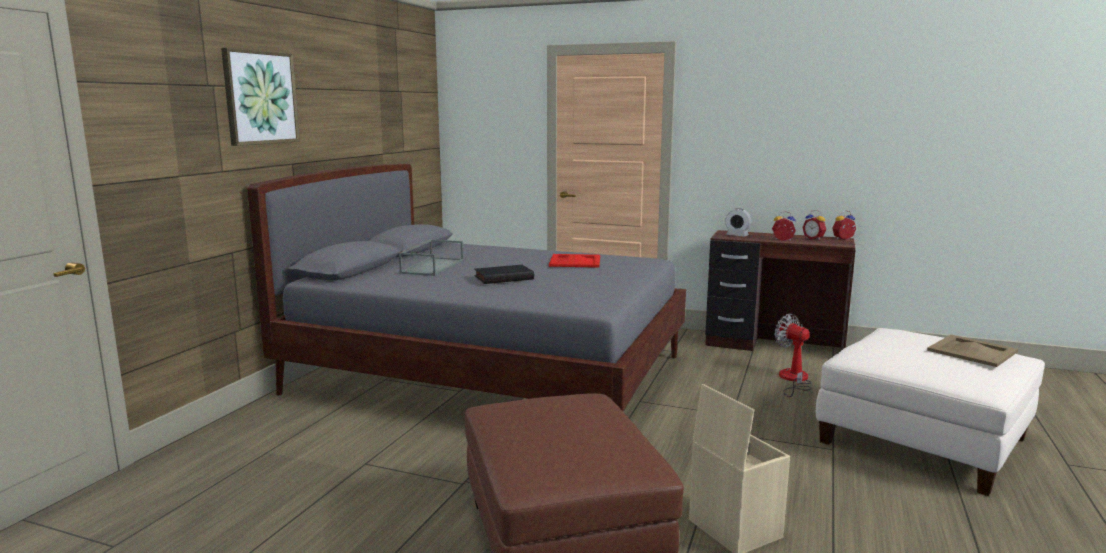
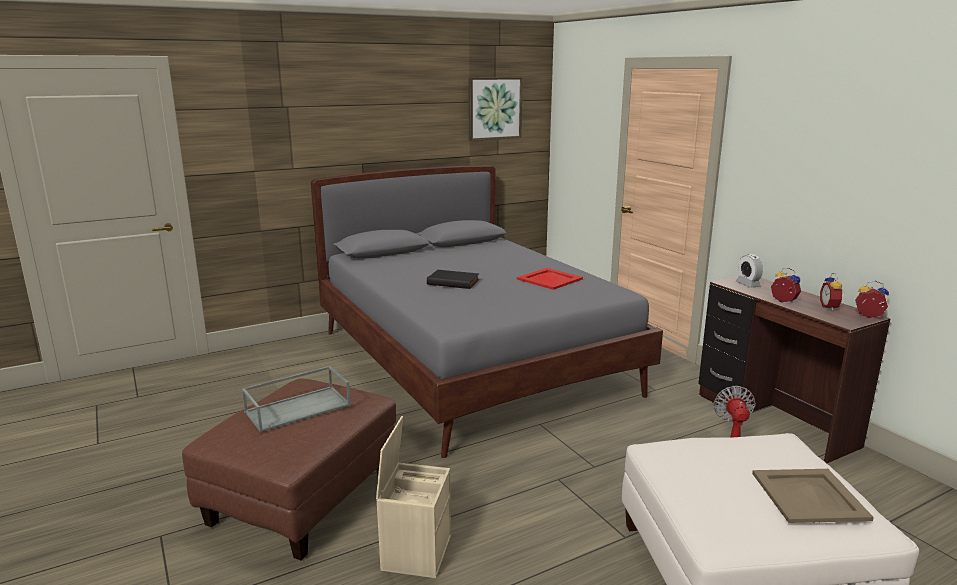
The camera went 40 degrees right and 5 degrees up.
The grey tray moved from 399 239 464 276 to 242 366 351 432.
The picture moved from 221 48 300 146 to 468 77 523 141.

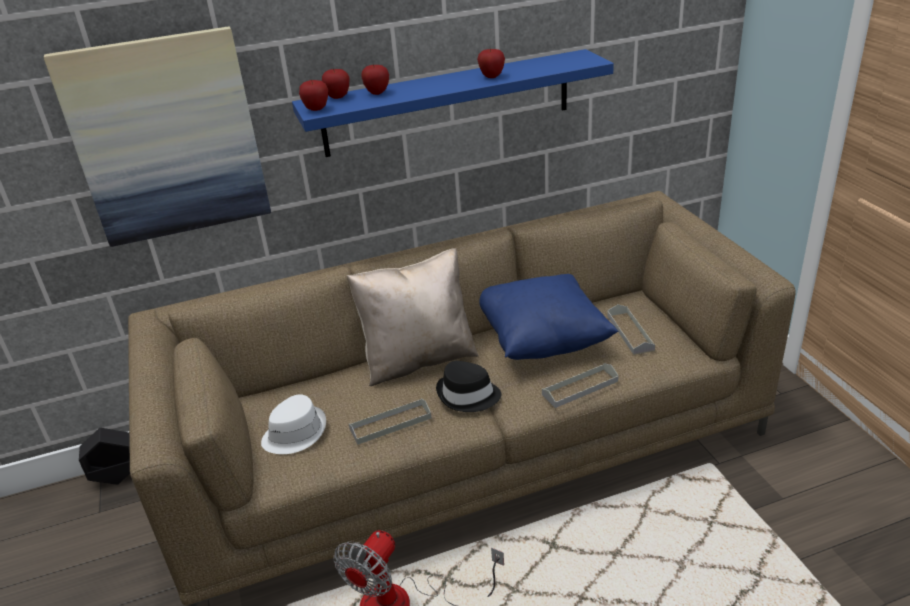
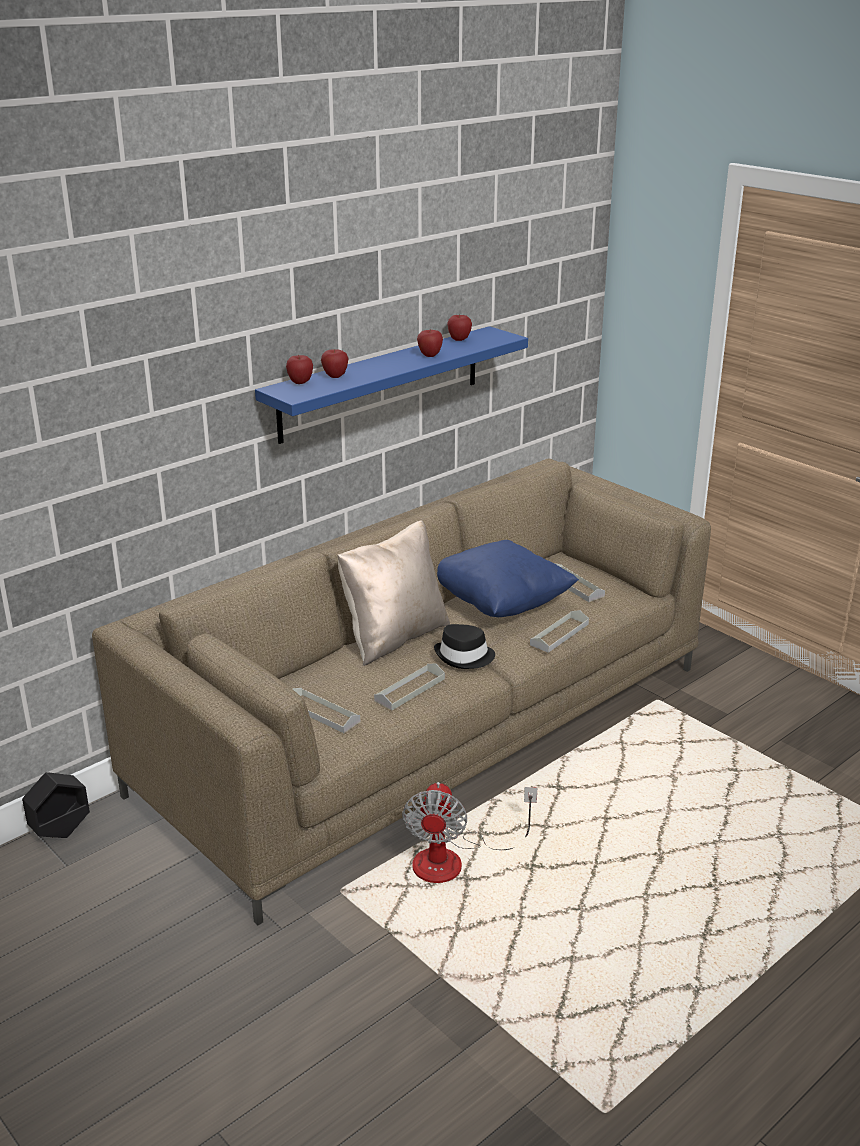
The camera went 25 degrees left and 5 degrees down.
The white hat at 261 394 326 454 was replaced by the grey tray at 293 688 361 733.
The apple moved from 299 80 328 111 to 447 314 472 341.
The picture at 44 27 271 247 disappeared.

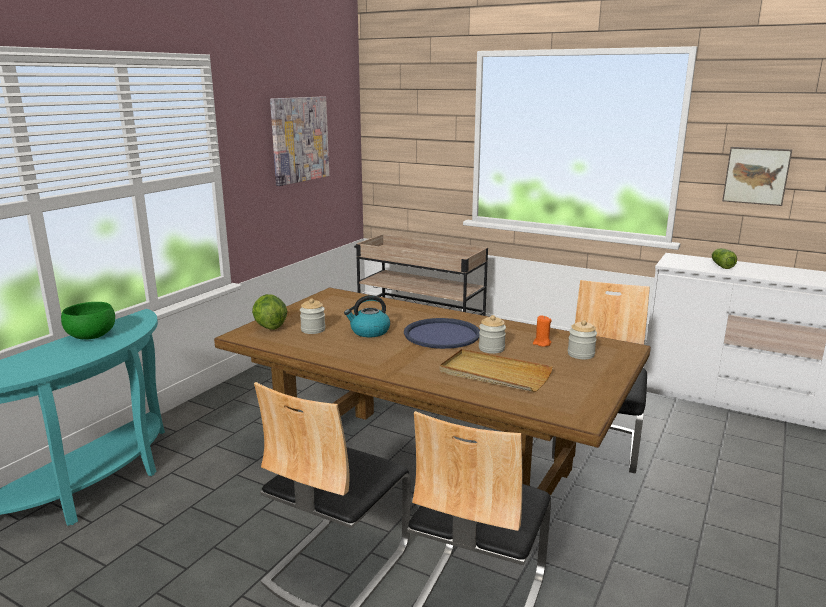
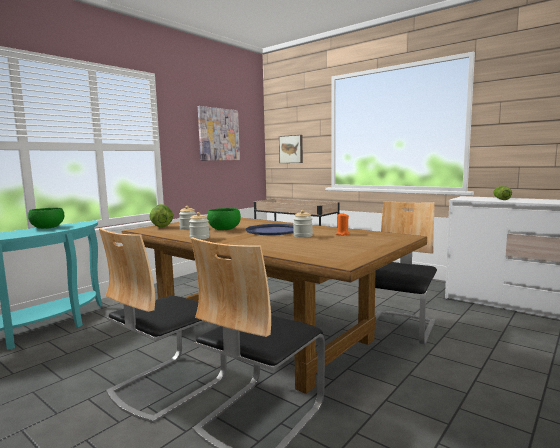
The camera went 10 degrees right and 10 degrees down.
The jar moved from 568 320 597 359 to 189 212 210 240.
The kettle at 344 295 390 337 was replaced by the green bowl at 207 208 241 230.
The picture moved from 722 147 792 206 to 279 135 303 163.
The beige tray at 440 349 553 392 disappeared.

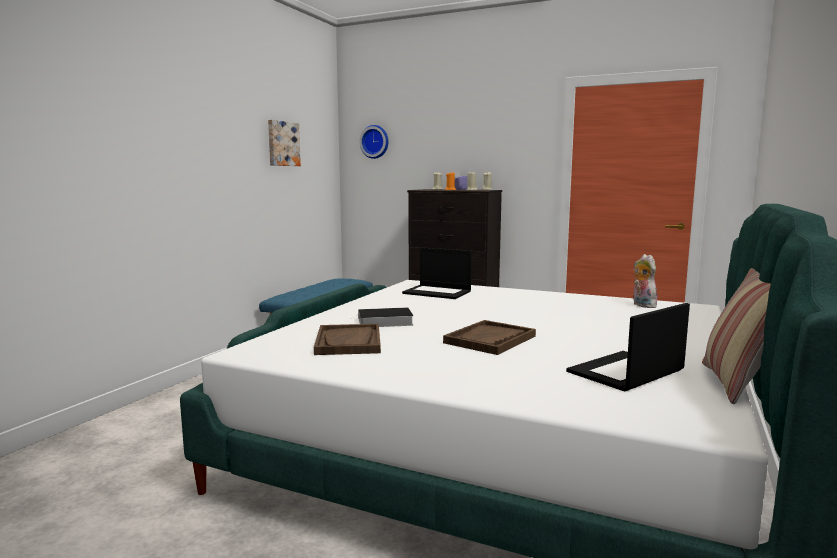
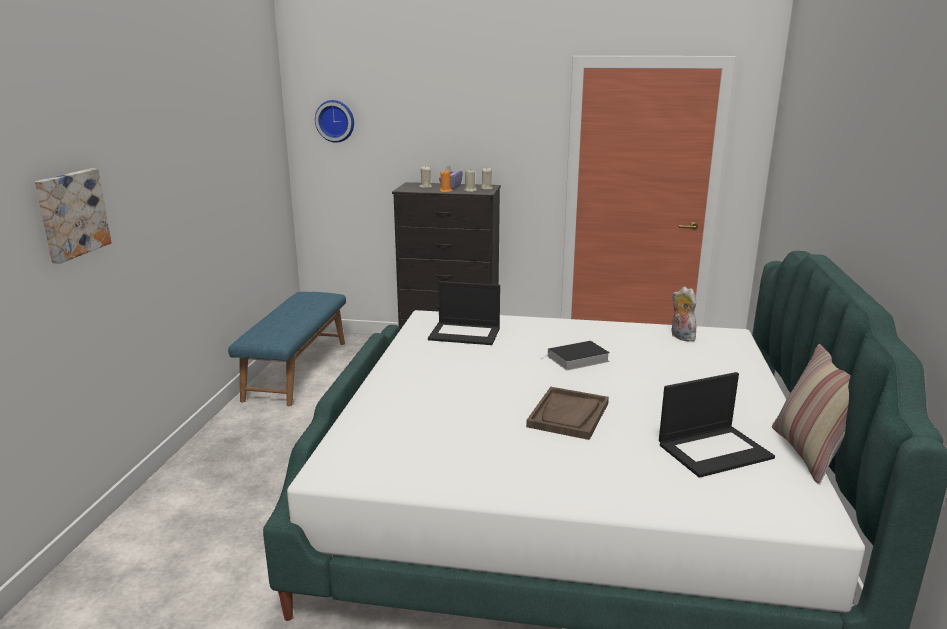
The camera went 15 degrees left and 10 degrees up.
The picture moved from 268 120 301 166 to 35 169 112 263.
The book moved from 350 307 413 327 to 541 341 610 370.
The laptop at 566 303 690 392 turned 150 degrees counterclockwise.
The brown tray at 314 324 381 355 disappeared.

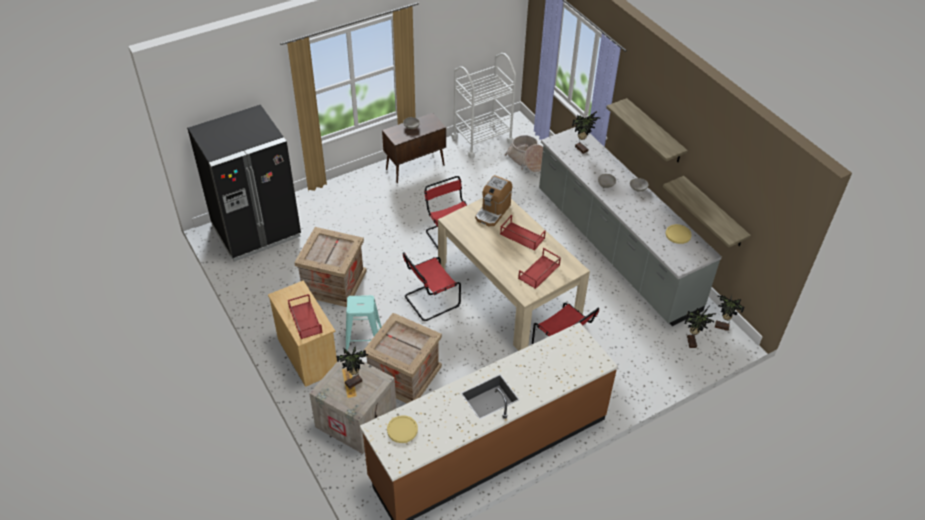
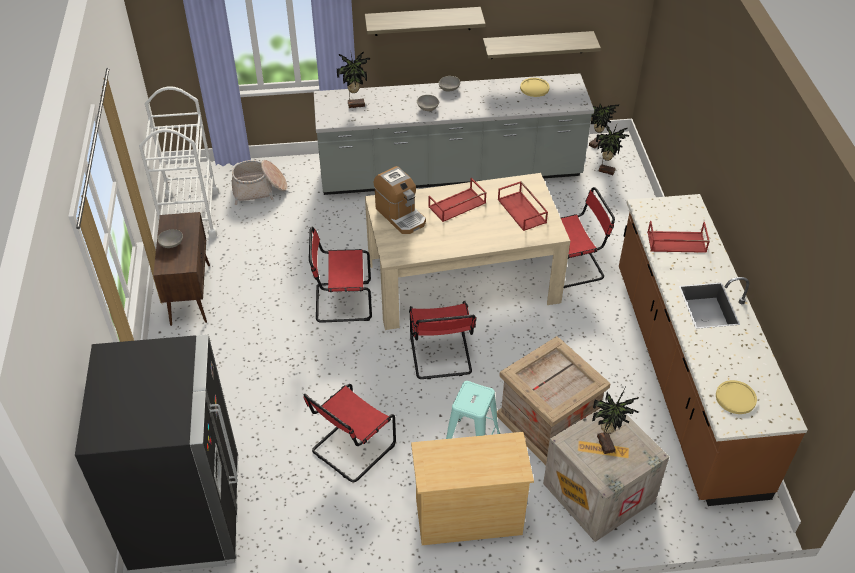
The camera went 65 degrees left and 0 degrees up.
The crate at 294 227 367 307 was replaced by the red chair at 303 384 396 482.
The red tray moved from 288 294 323 339 to 647 221 710 253.

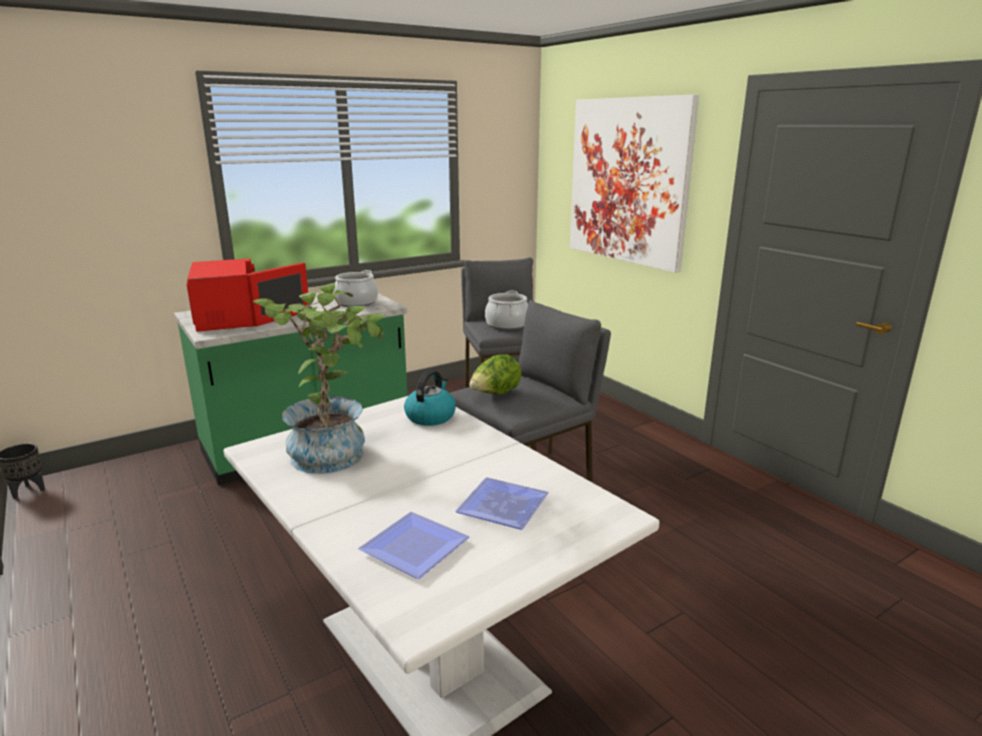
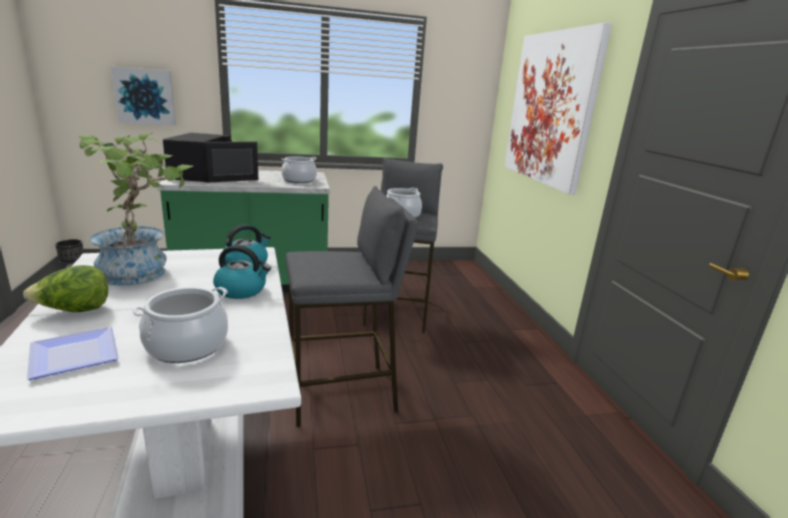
The camera went 20 degrees right and 0 degrees up.
The lettuce moved from 469 354 521 394 to 23 265 108 312.
The picture at 111 67 176 126 appeared.
The plate at 455 477 549 530 was replaced by the cooking pot at 132 287 228 363.
The red microwave at 186 258 310 332 became the black microwave at 163 133 258 183.
The kettle at 213 245 271 299 appeared.

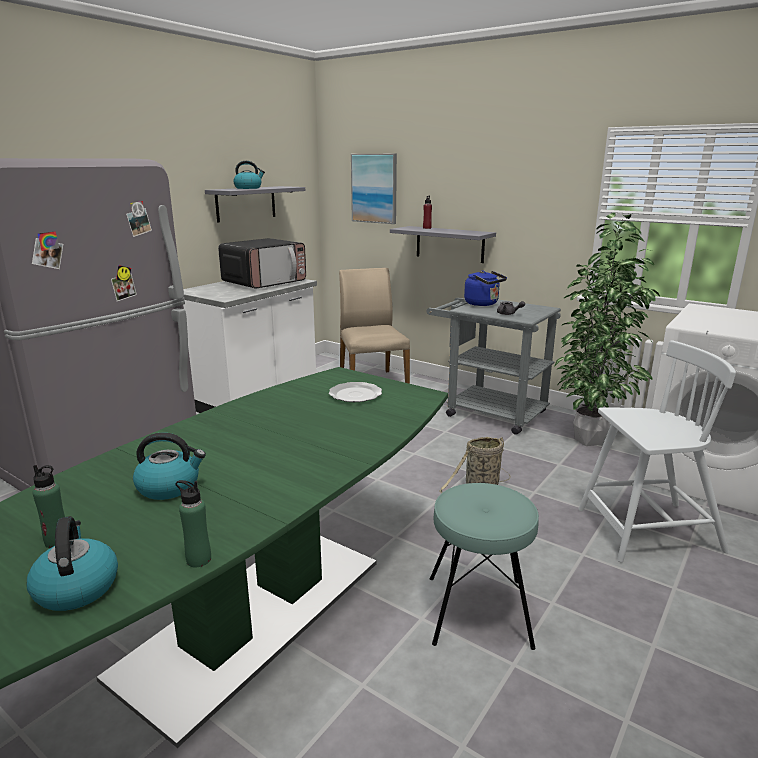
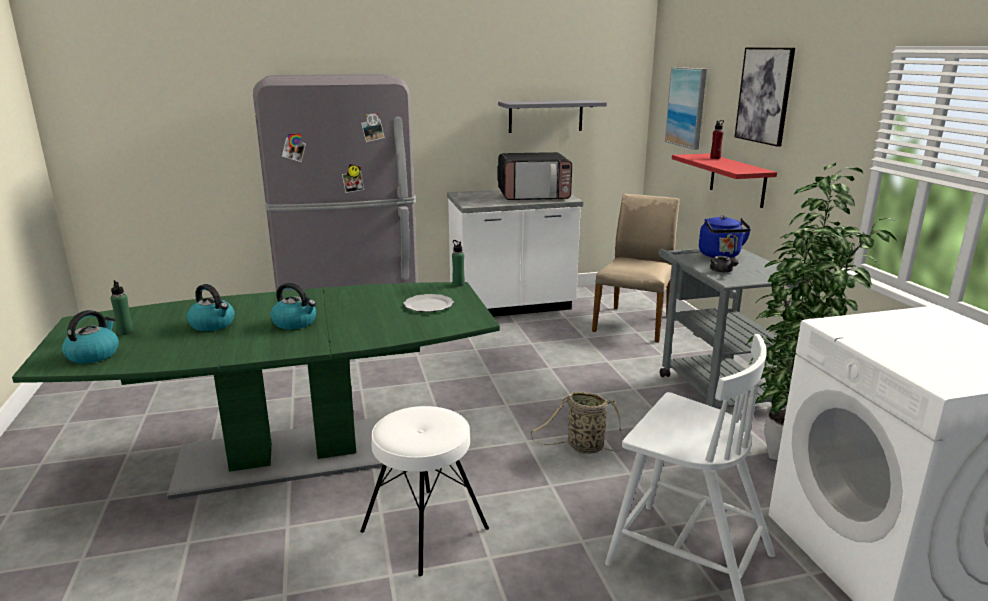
The camera went 40 degrees right and 0 degrees up.
The kettle moved from 233 161 265 189 to 270 283 316 329.
The turquoise stool at 430 483 539 650 became the white stool at 360 406 489 576.
The green bottle moved from 176 480 211 567 to 452 240 465 286.
The grey shelf at 390 226 496 263 became the red shelf at 672 153 777 208.
The picture at 735 48 795 147 appeared.

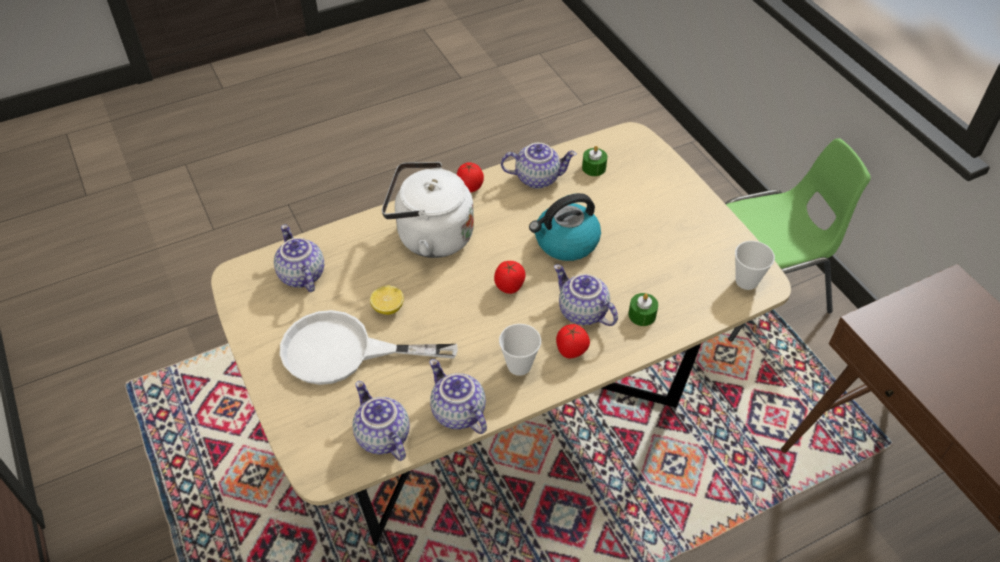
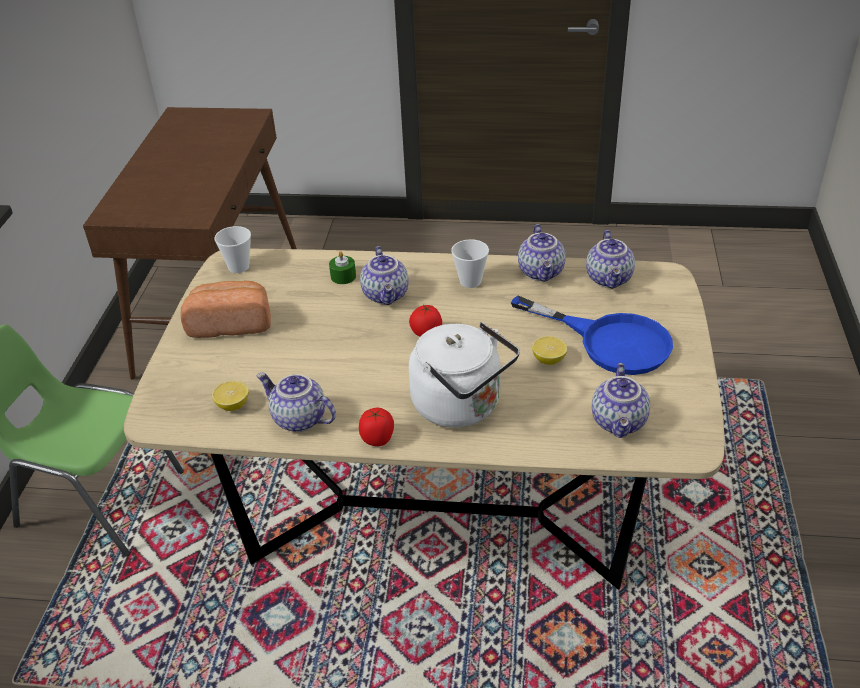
The camera went 145 degrees left and 10 degrees down.
The bread at 181 281 271 338 appeared.
The green candle at 582 146 607 176 was replaced by the lemon at 212 381 249 411.
The white frying pan at 280 310 458 385 became the blue frying pan at 511 296 673 375.
The kettle at 529 193 601 261 disappeared.
The tomato at 556 324 590 358 disappeared.

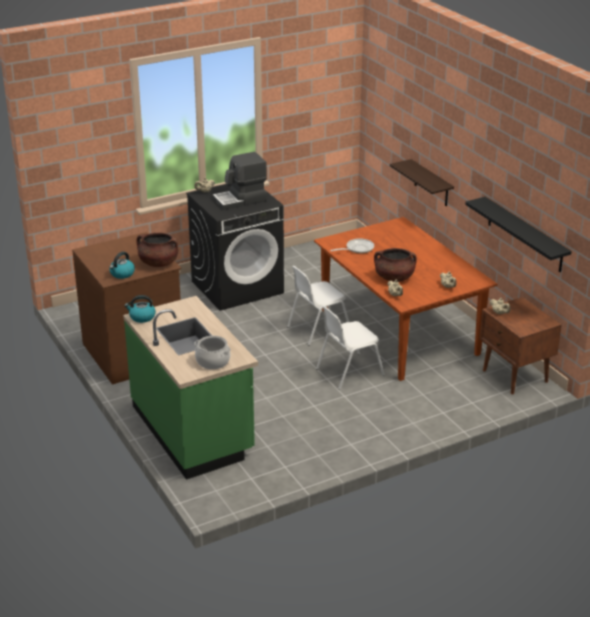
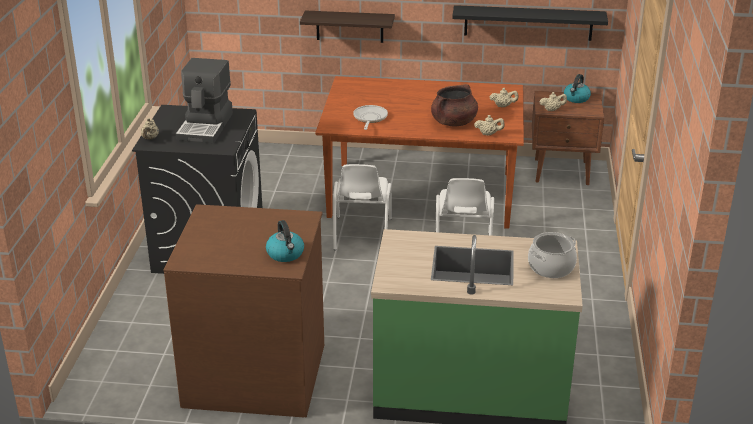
The camera went 55 degrees left and 0 degrees up.
The kettle moved from 124 295 156 323 to 564 74 591 103.
The brown cooking pot at 137 233 178 267 disappeared.

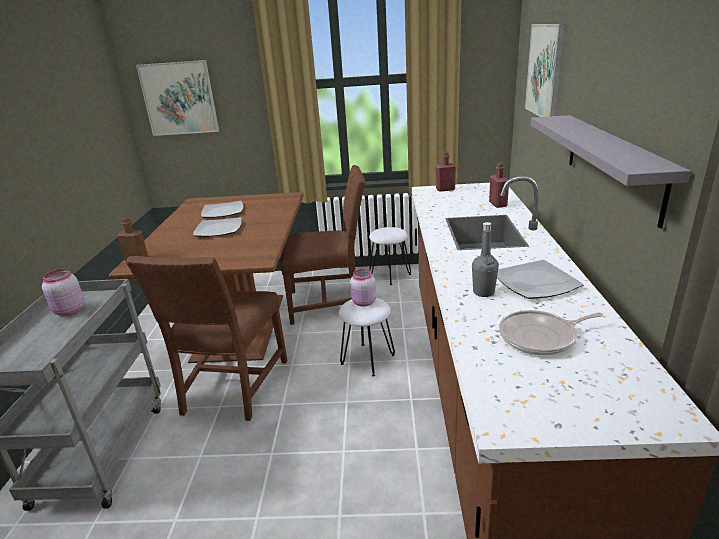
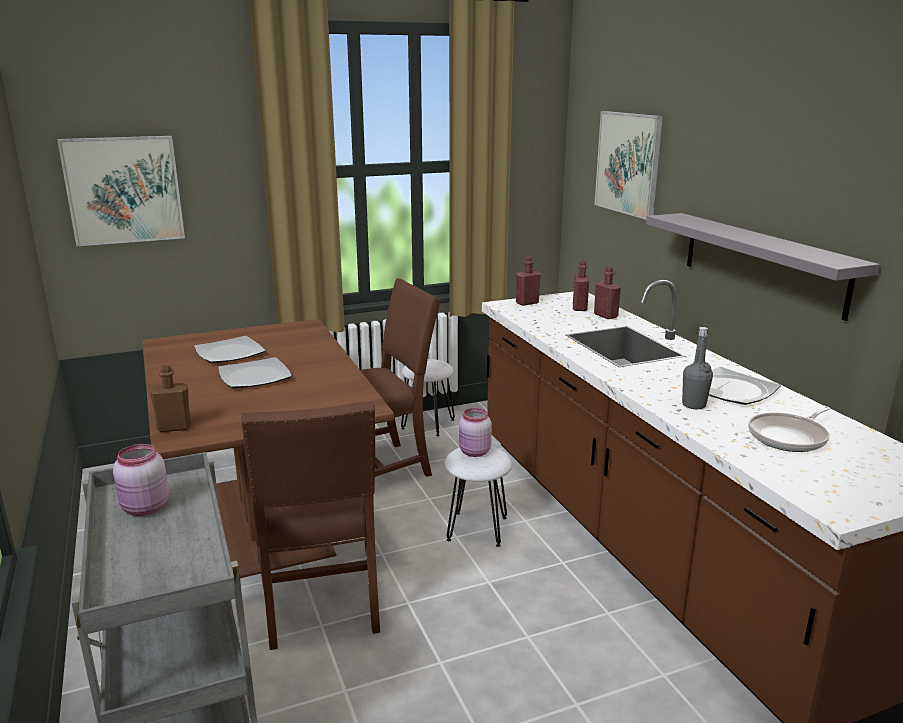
The camera went 25 degrees left and 5 degrees down.
The red bottle at 573 260 589 311 appeared.

